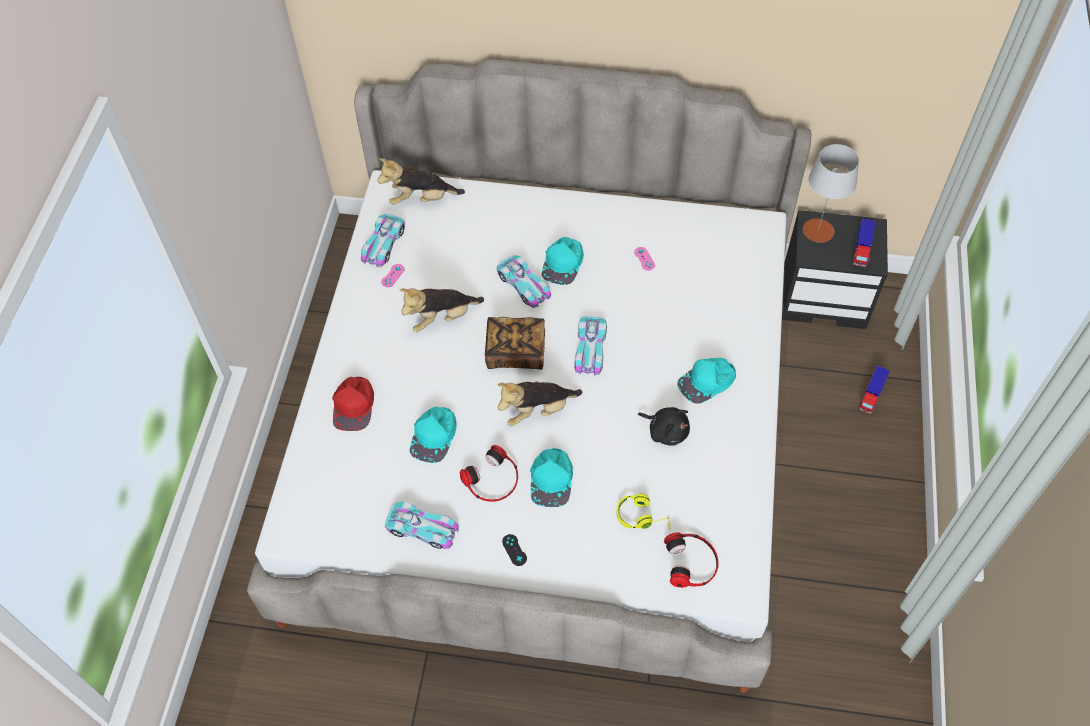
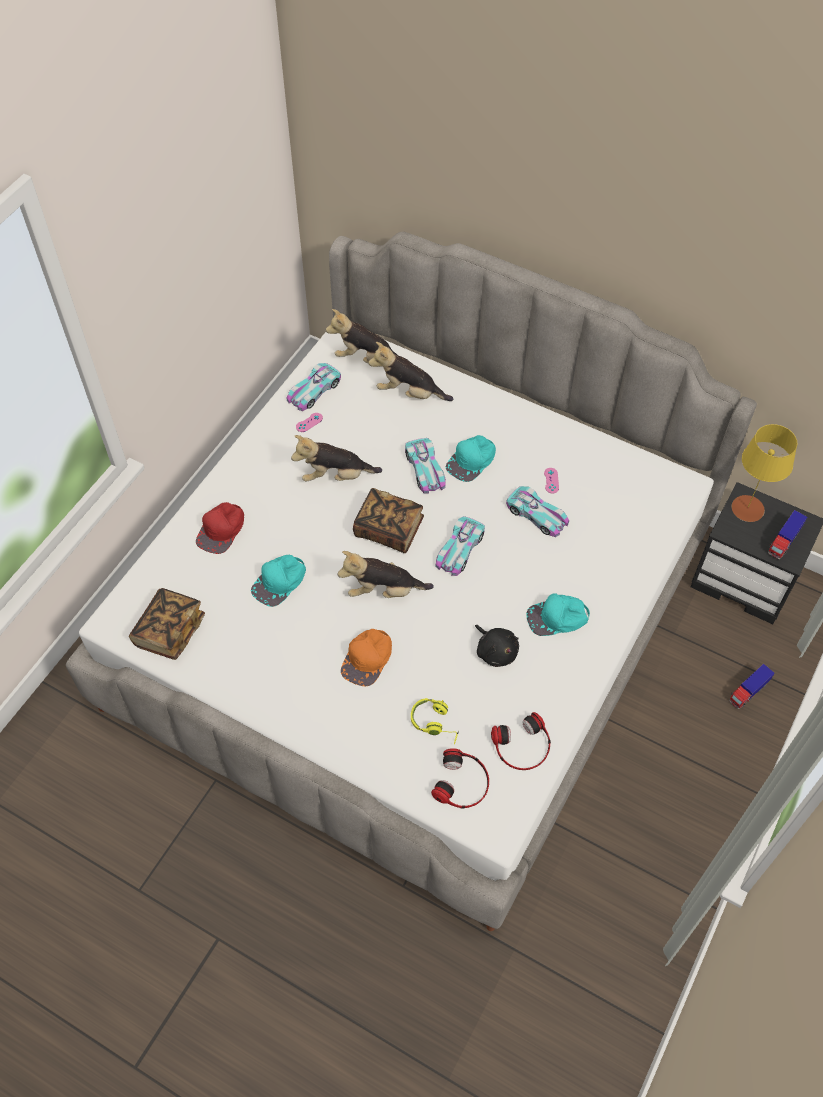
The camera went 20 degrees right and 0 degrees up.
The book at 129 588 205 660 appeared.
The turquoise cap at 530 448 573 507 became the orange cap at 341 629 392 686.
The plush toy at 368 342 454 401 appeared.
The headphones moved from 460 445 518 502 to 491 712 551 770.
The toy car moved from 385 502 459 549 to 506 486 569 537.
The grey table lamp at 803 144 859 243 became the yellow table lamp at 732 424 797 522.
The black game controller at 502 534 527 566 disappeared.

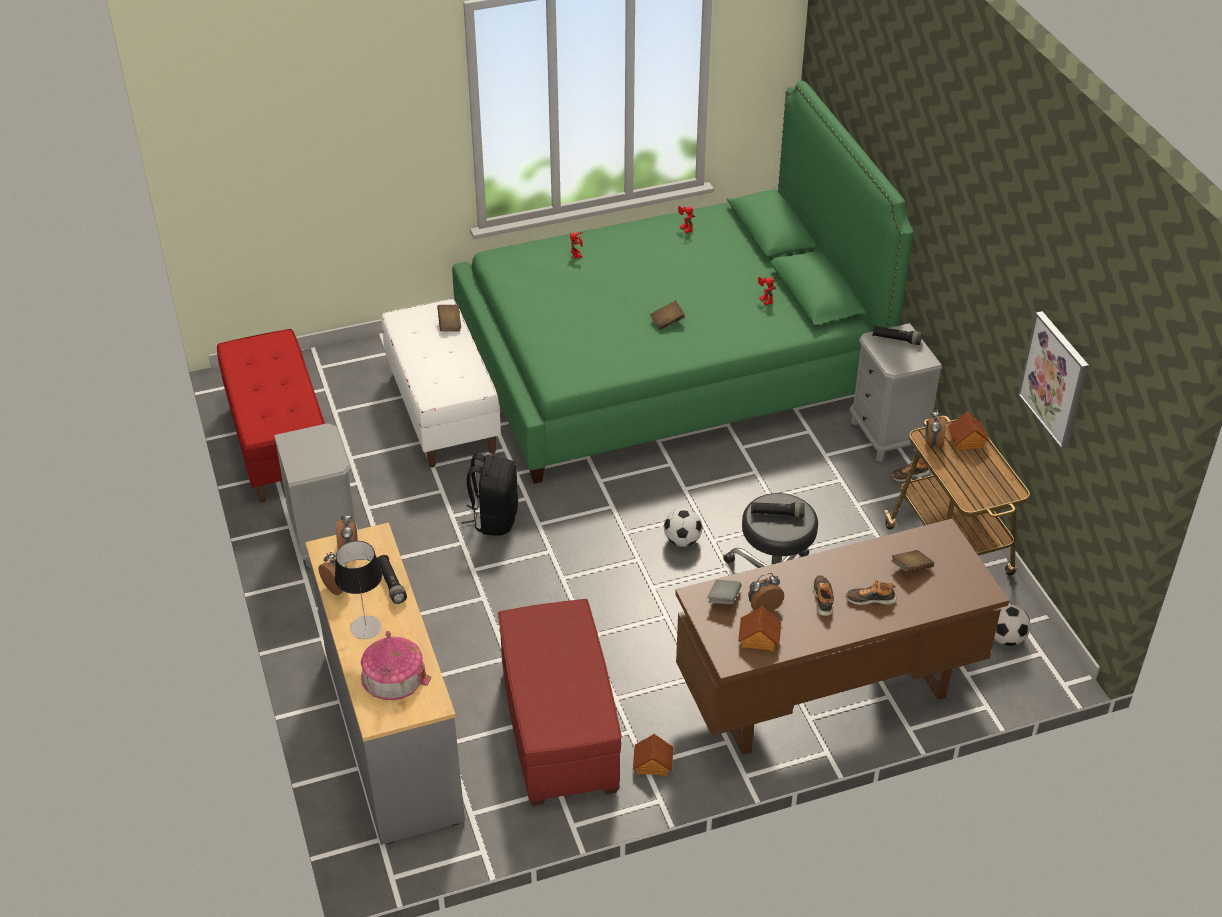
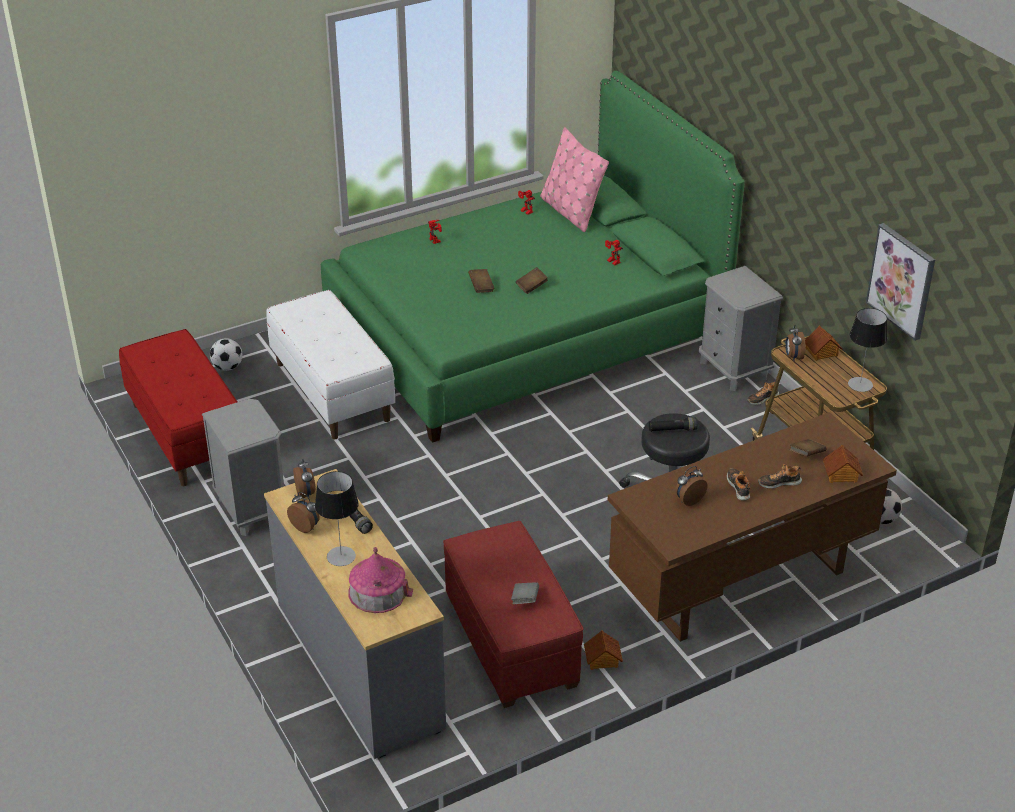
The camera went 10 degrees left and 5 degrees down.
The football moved from 664 508 702 547 to 210 338 242 371.
The brown book moved from 437 305 461 332 to 468 269 495 293.
The grey book moved from 708 580 742 604 to 511 582 539 604.
The pink pillow at 540 127 609 232 appeared.
The toy house moved from 738 606 781 651 to 823 445 863 483.
The table lamp at 848 308 887 392 appeared.
The black backpack at 461 453 518 536 disappeared.
The black flashlight at 872 325 922 345 disappeared.

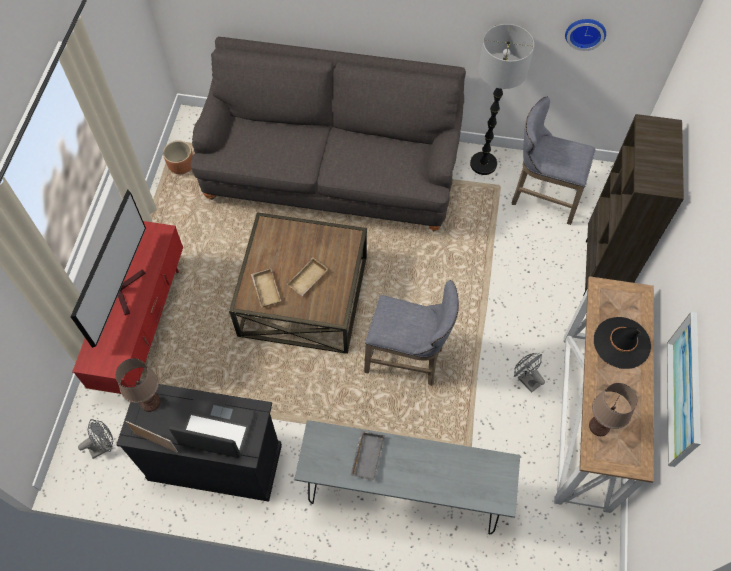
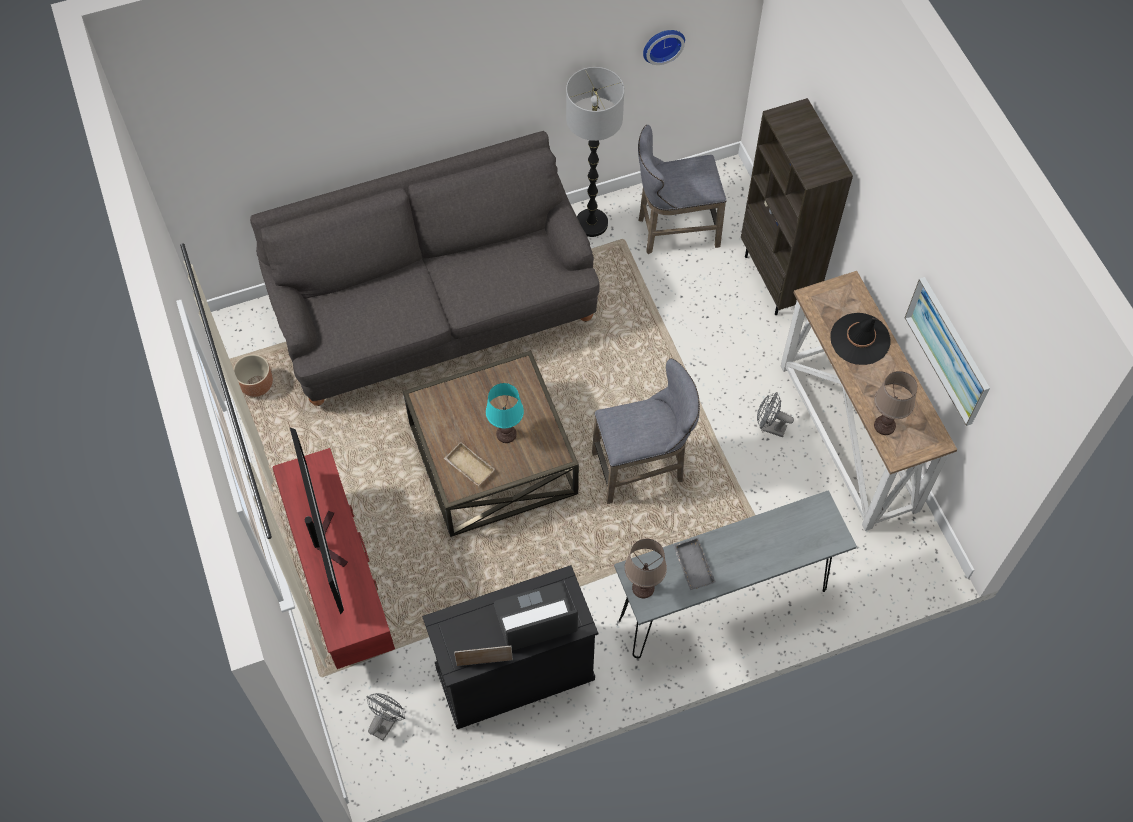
The camera went 30 degrees left and 0 degrees up.
The beige tray at 287 258 328 296 was replaced by the turquoise table lamp at 486 383 524 443.
The brown table lamp moved from 116 358 160 412 to 625 539 667 598.

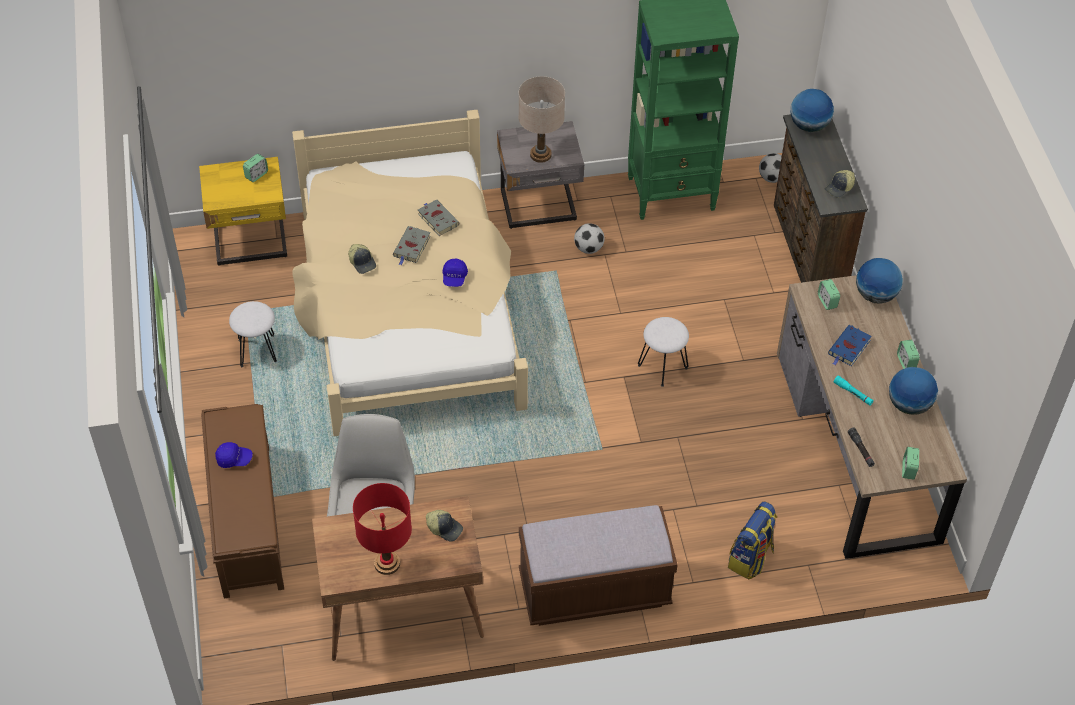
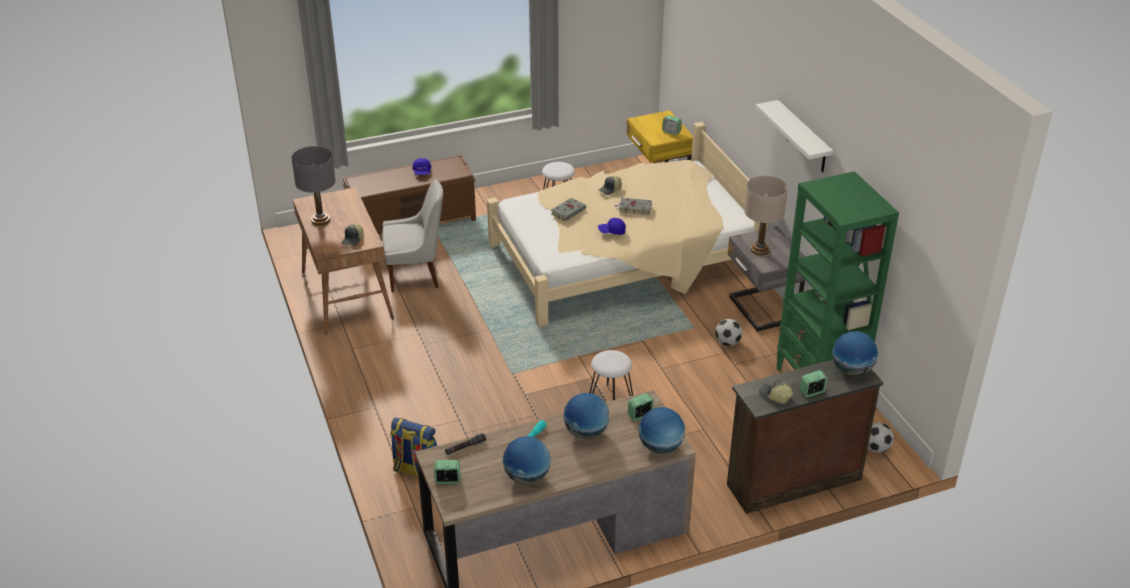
The camera went 80 degrees right and 15 degrees down.
The red table lamp at 353 483 412 575 became the grey table lamp at 291 146 336 226.
The grey book moved from 418 200 459 236 to 551 198 586 221.
The blue book at 828 325 872 366 was replaced by the globe at 564 393 609 439.
The white shelf at 756 100 833 172 appeared.
The alarm clock moved from 897 340 920 369 to 800 370 828 397.
The brown bench at 519 505 678 626 disappeared.

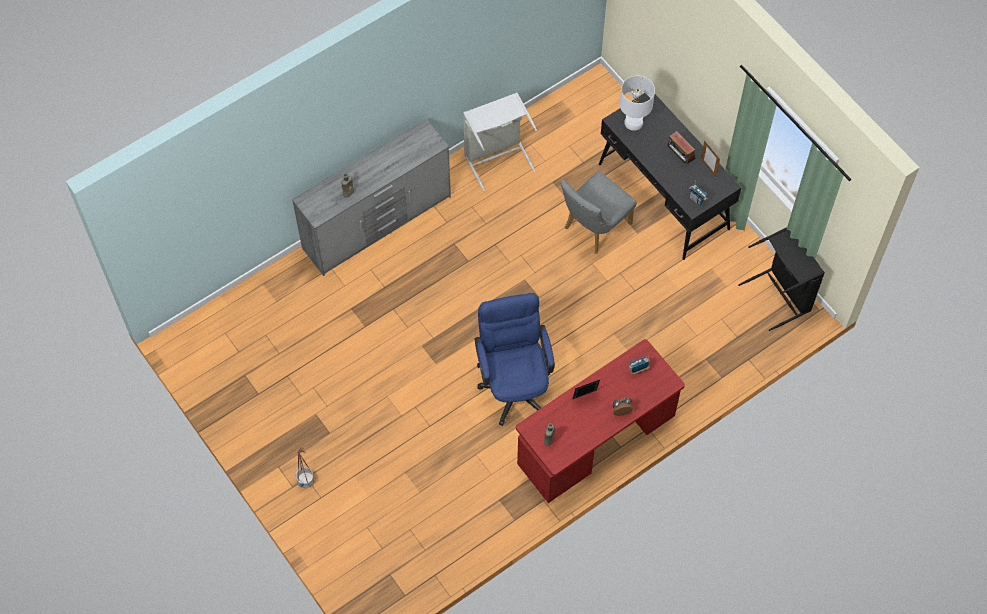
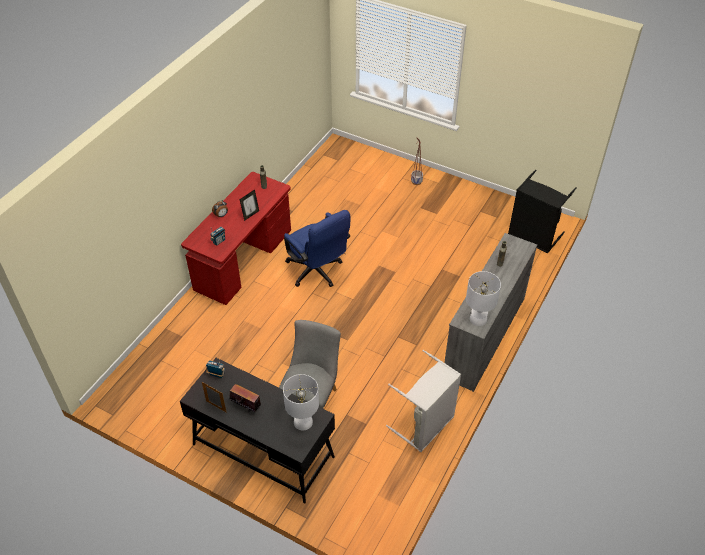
The camera went 155 degrees right and 15 degrees down.
The white table lamp at 466 271 501 326 appeared.
The black laundry basket moved from 738 227 825 331 to 508 170 577 253.

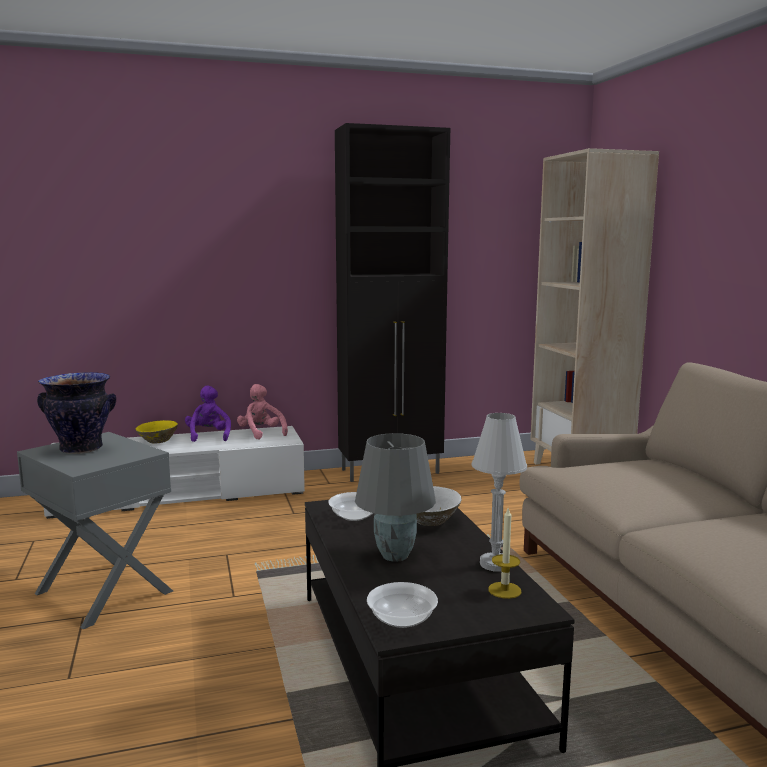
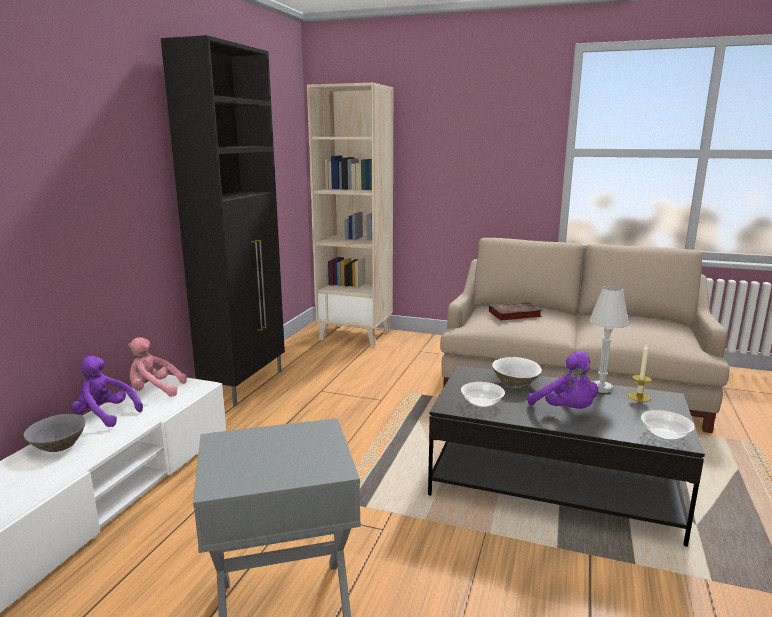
The camera went 55 degrees left and 5 degrees up.
The yellow bowl at 136 420 178 444 became the grey bowl at 23 414 85 452.
The book at 489 302 542 320 appeared.
The grey table lamp at 355 433 436 562 was replaced by the purple plush toy at 528 351 598 409.
The vase at 37 372 116 454 disappeared.

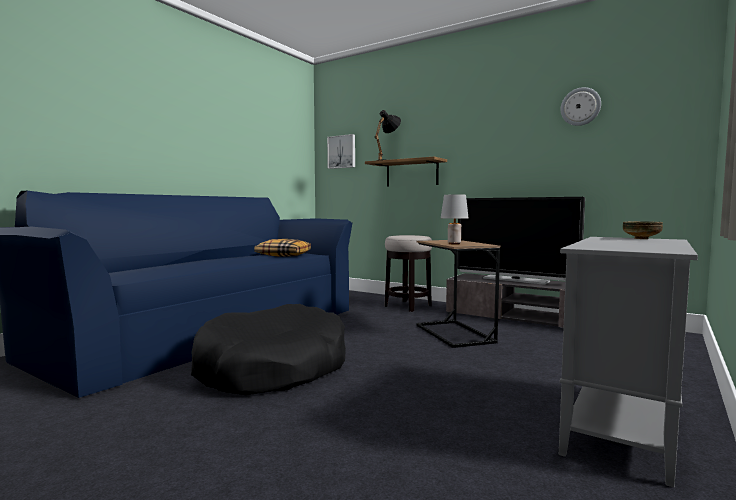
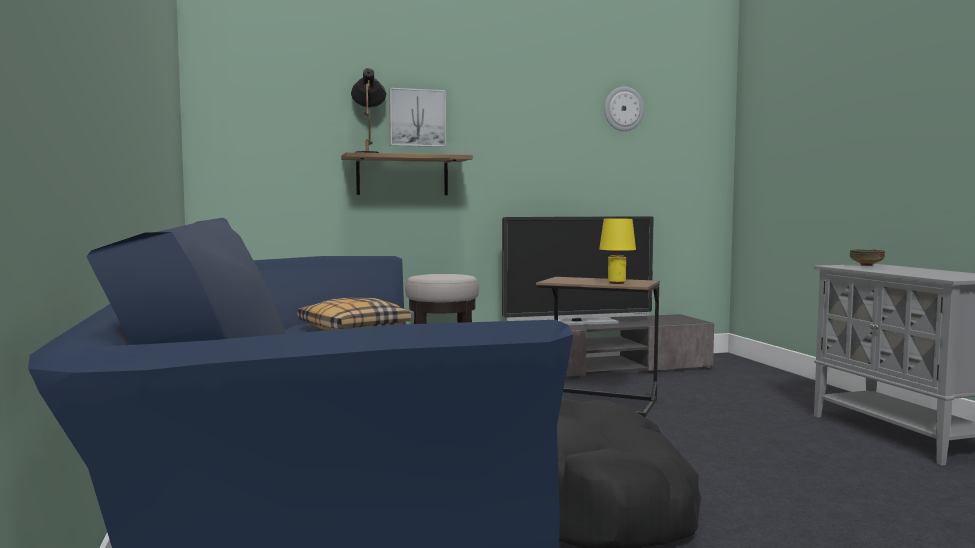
The camera went 50 degrees left and 0 degrees up.
The picture moved from 327 134 355 169 to 389 88 446 147.
The grey table lamp at 441 195 469 245 became the yellow table lamp at 599 219 636 284.

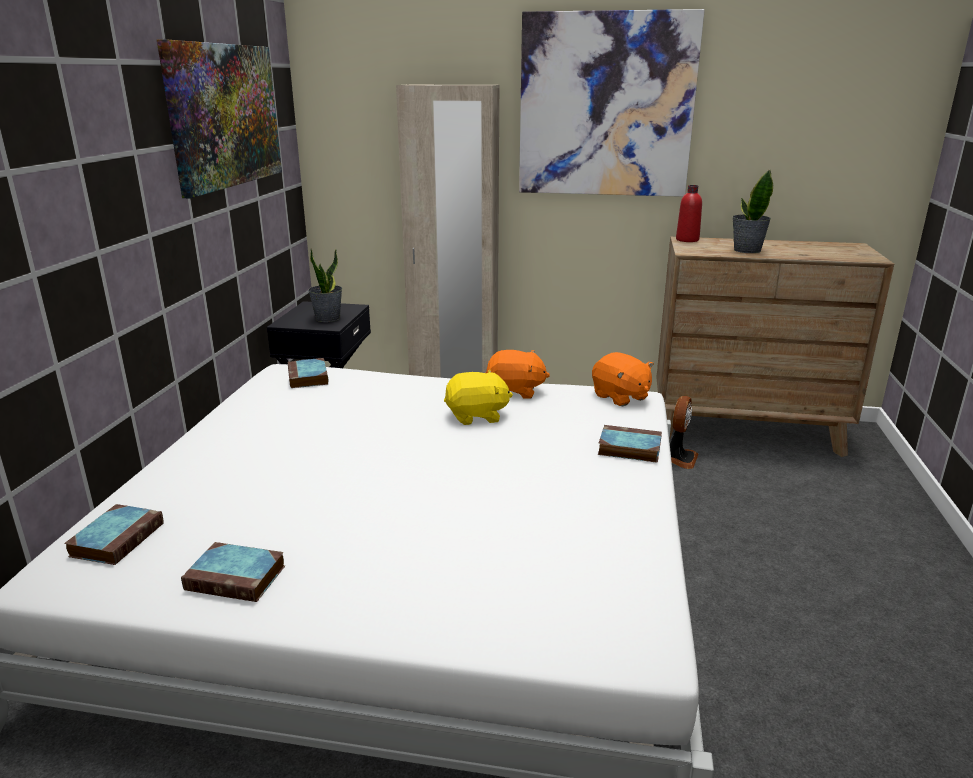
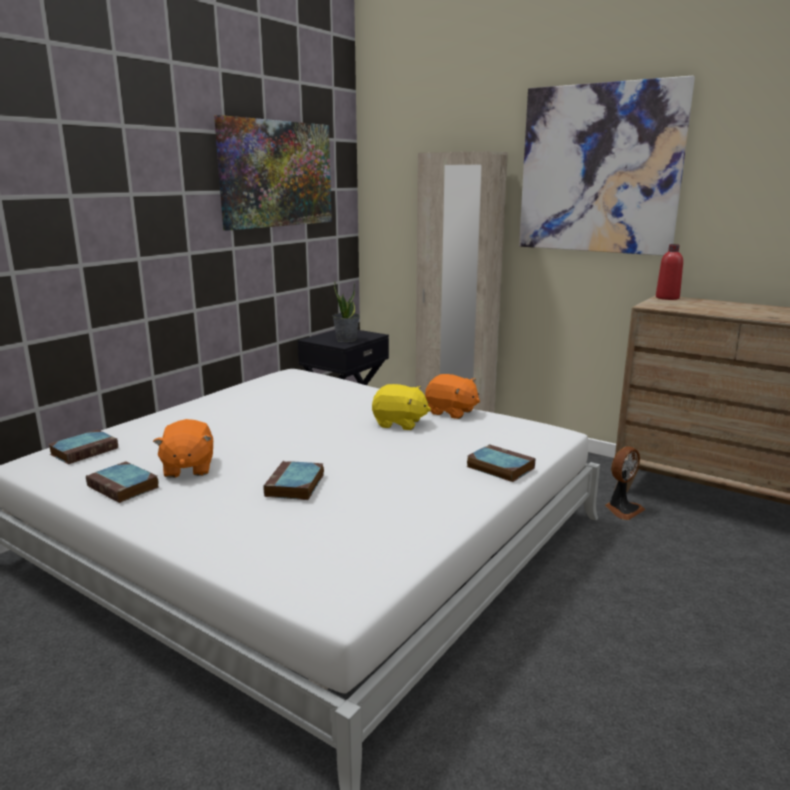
The camera went 25 degrees right and 5 degrees down.
The orange plush toy moved from 592 352 654 406 to 153 419 213 478.
The book moved from 288 358 329 388 to 263 461 324 500.
The potted plant at 732 170 773 253 disappeared.

